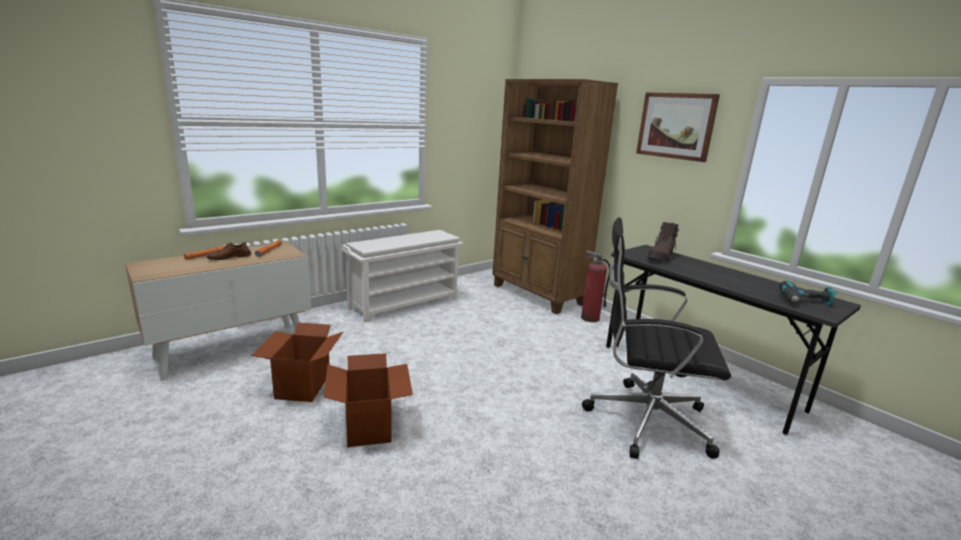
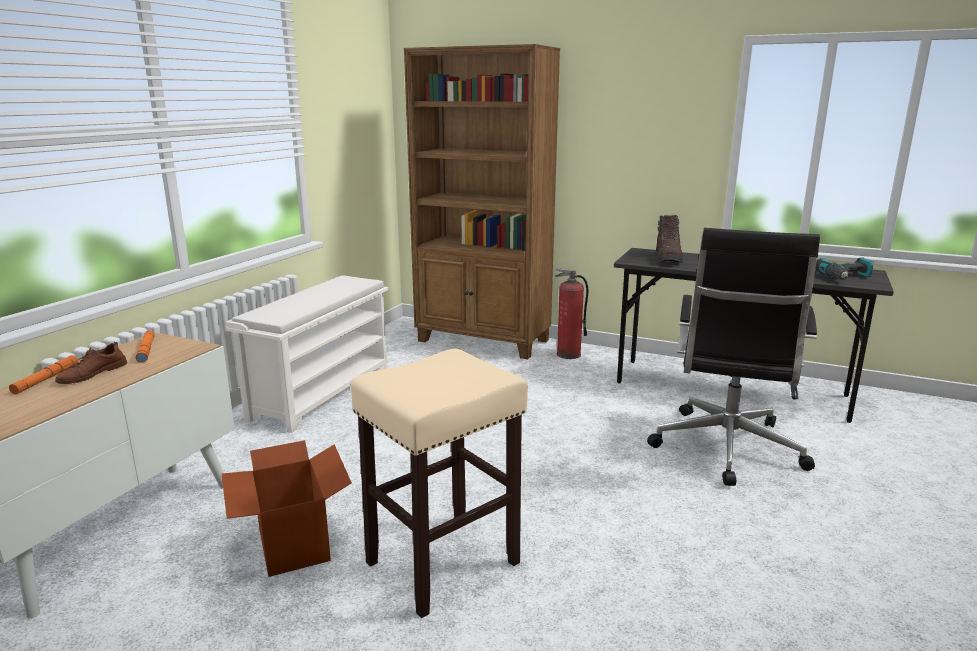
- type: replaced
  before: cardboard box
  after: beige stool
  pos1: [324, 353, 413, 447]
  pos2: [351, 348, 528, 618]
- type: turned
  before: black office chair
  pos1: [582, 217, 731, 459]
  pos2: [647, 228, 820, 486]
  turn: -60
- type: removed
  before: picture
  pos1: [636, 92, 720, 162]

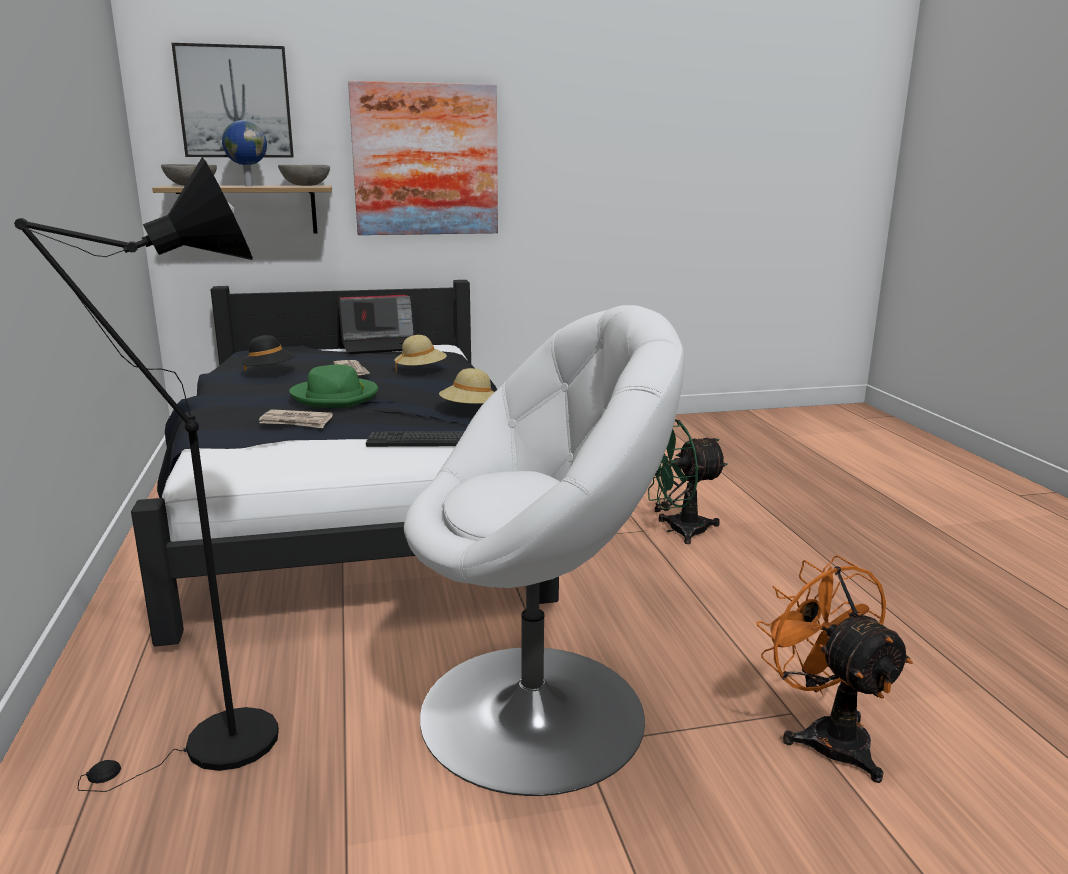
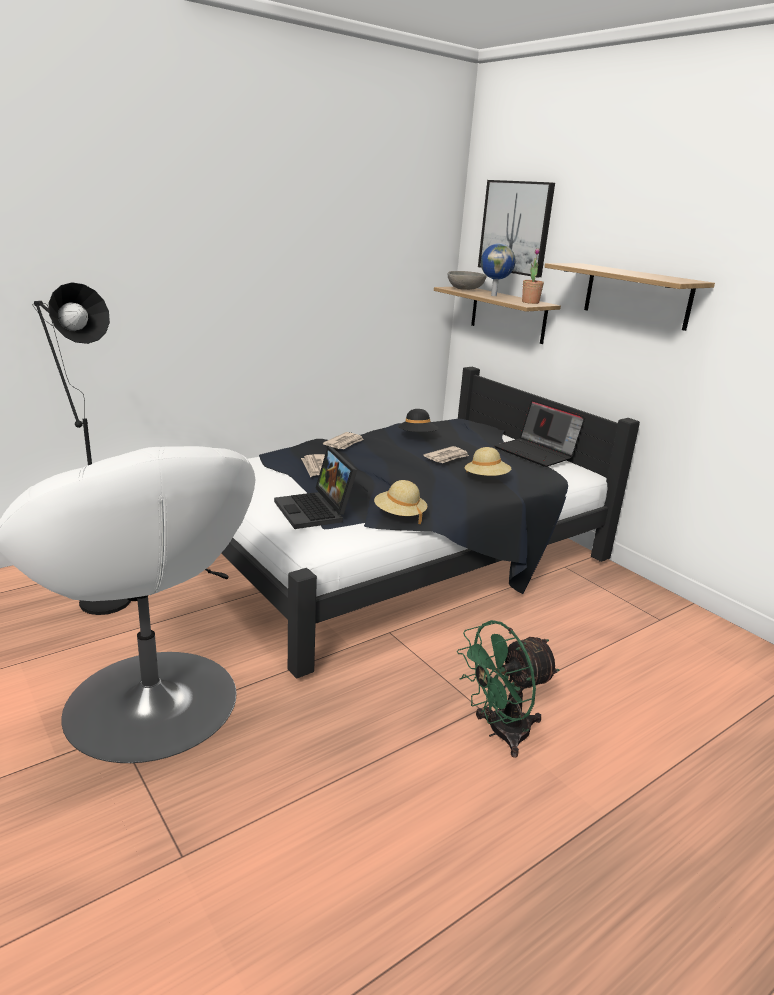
- type: replaced
  before: grey bowl
  after: potted plant
  pos1: [278, 165, 330, 186]
  pos2: [522, 248, 544, 304]
- type: removed
  before: green hat
  pos1: [289, 364, 378, 408]
- type: replaced
  before: picture
  after: shelf
  pos1: [348, 81, 498, 235]
  pos2: [544, 263, 715, 331]
- type: replaced
  before: keyboard
  after: laptop
  pos1: [366, 431, 465, 447]
  pos2: [274, 446, 357, 529]
- type: turned
  before: green fan
  pos1: [648, 419, 728, 544]
  pos2: [457, 620, 560, 758]
  turn: -75
- type: removed
  before: orange fan
  pos1: [757, 555, 913, 783]
- type: added
  after: newspaper
  pos2: [323, 432, 364, 449]

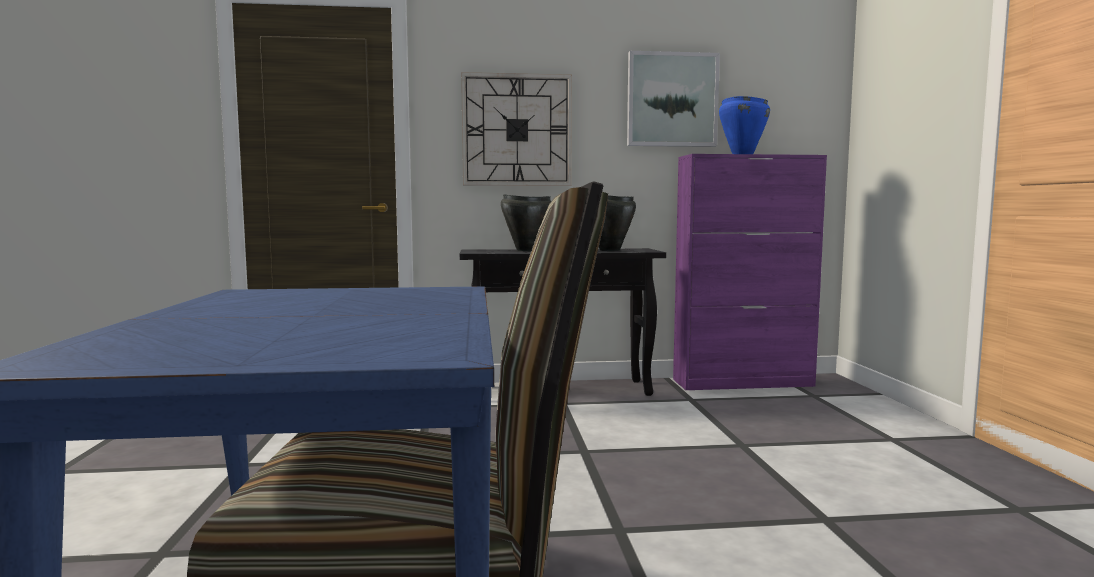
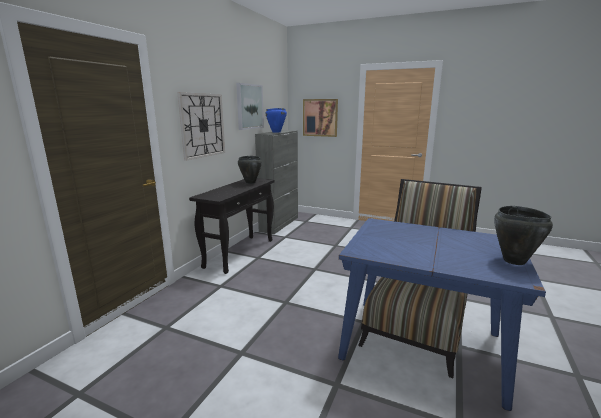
- type: moved
  before: black cooking pot
  pos1: [501, 194, 551, 251]
  pos2: [494, 206, 553, 265]
- type: recoloured
  before: purple cabinet
  after: grey cabinet
  pos1: [673, 154, 827, 390]
  pos2: [255, 130, 298, 234]
- type: added
  after: picture
  pos2: [303, 99, 338, 137]

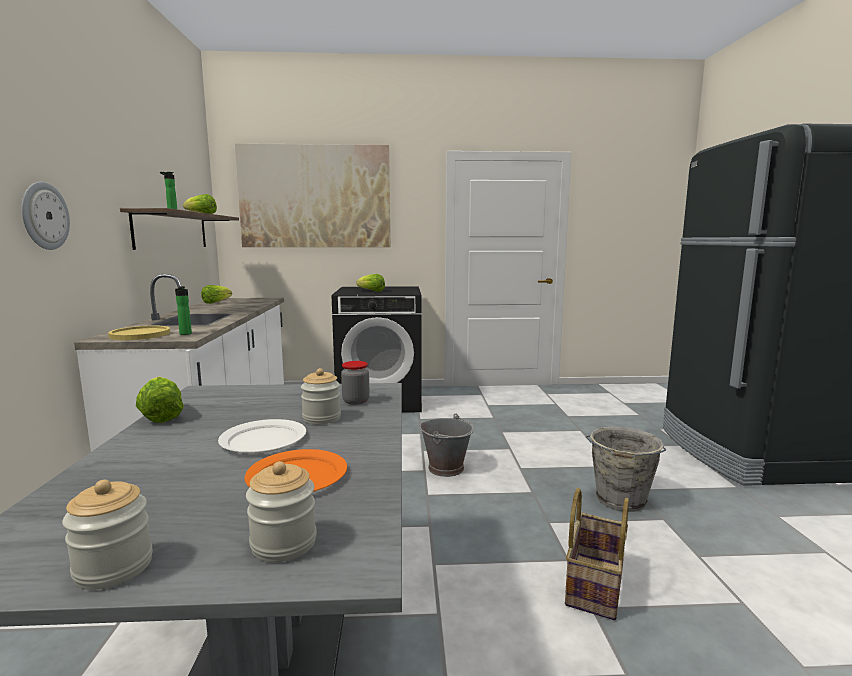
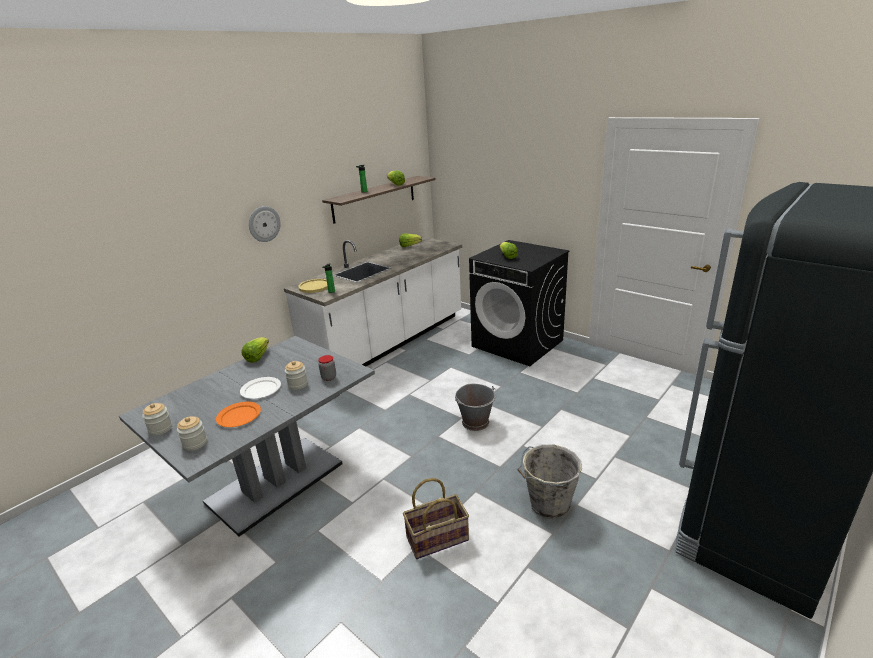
- type: removed
  before: picture
  pos1: [235, 143, 390, 247]

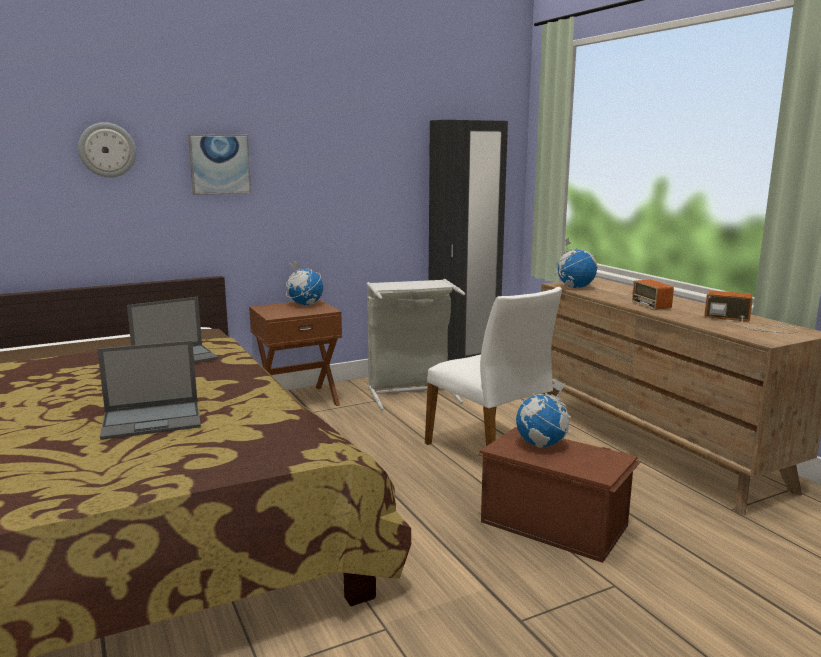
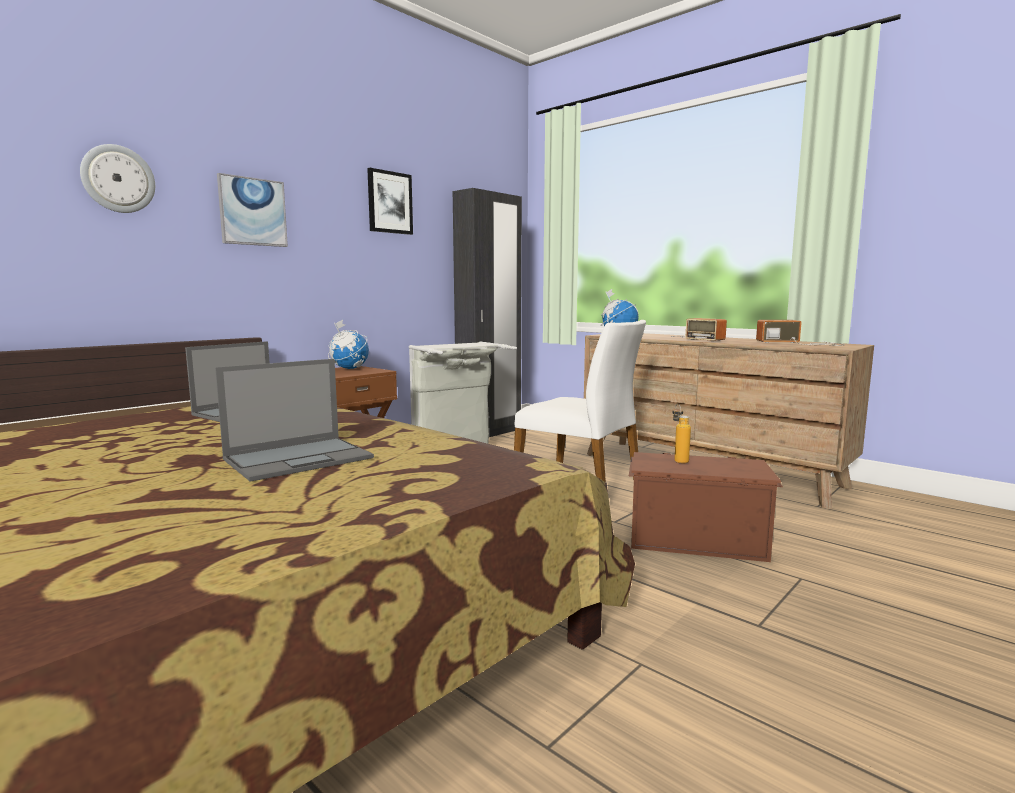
- type: replaced
  before: globe
  after: bottle
  pos1: [516, 379, 571, 448]
  pos2: [672, 404, 691, 464]
- type: added
  after: picture
  pos2: [367, 168, 413, 235]

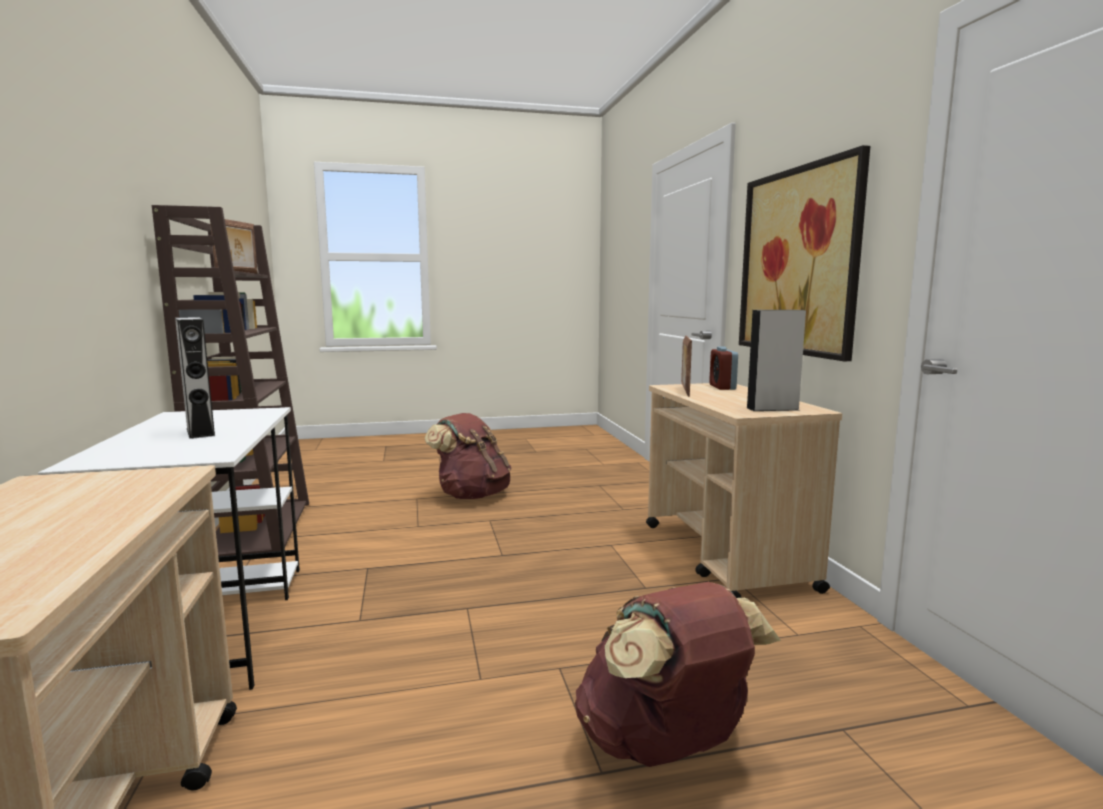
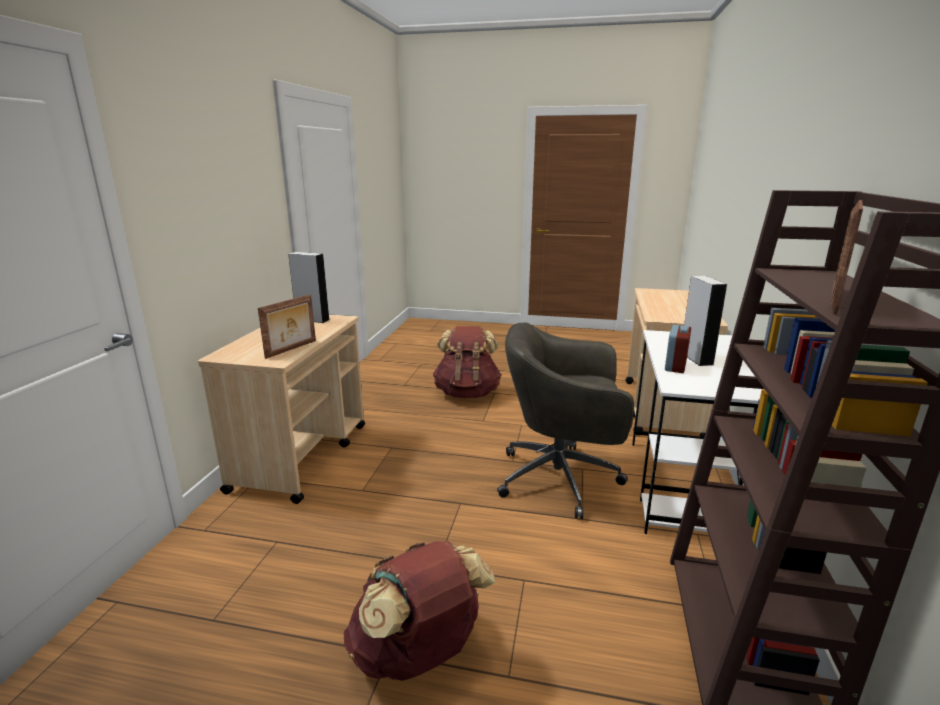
- type: moved
  before: alarm clock
  pos1: [709, 346, 738, 390]
  pos2: [665, 325, 691, 373]
- type: removed
  before: picture
  pos1: [739, 145, 870, 361]
- type: added
  after: grey office chair
  pos2: [497, 323, 634, 519]

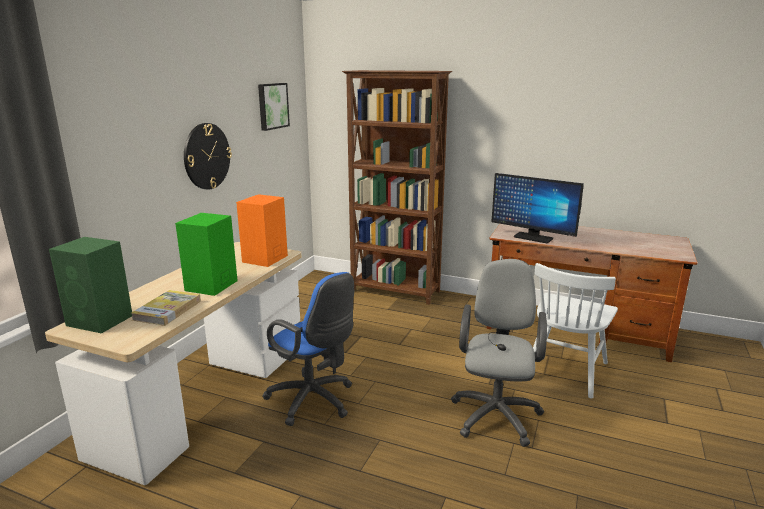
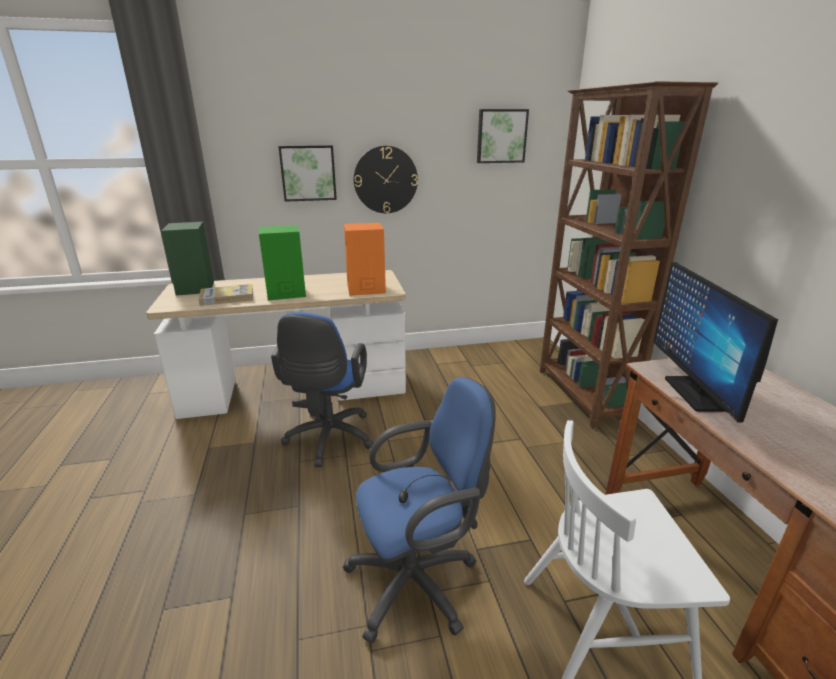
- type: recoloured
  before: grey office chair
  after: blue office chair
  pos1: [451, 259, 547, 447]
  pos2: [343, 377, 496, 644]
- type: added
  after: picture
  pos2: [278, 145, 337, 202]

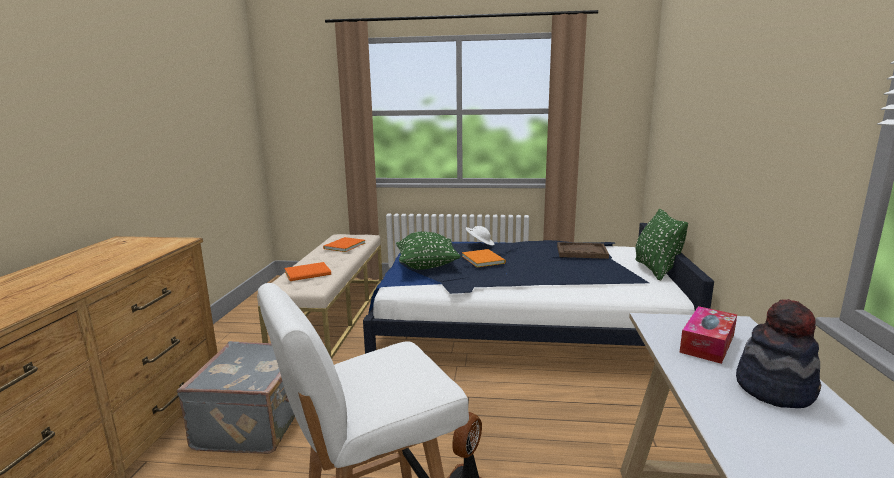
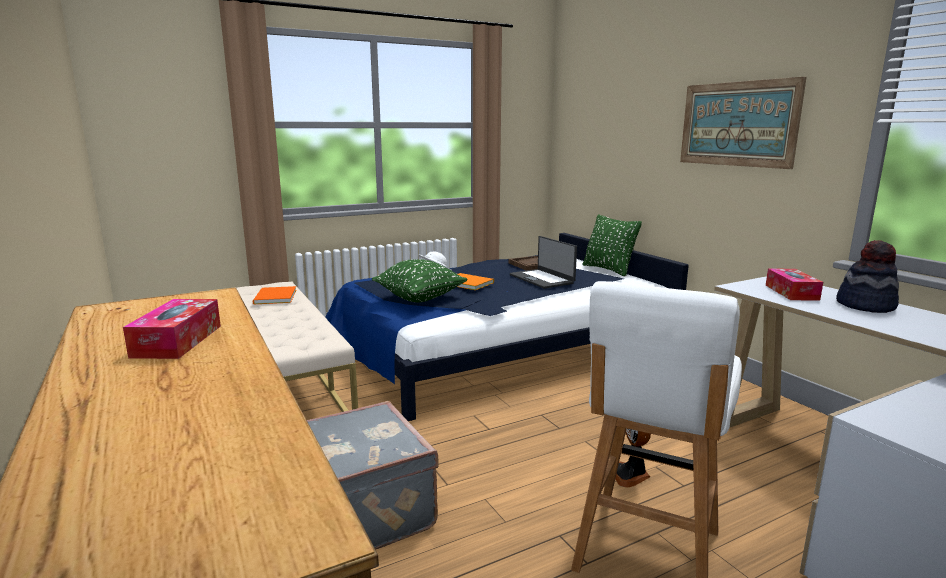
- type: removed
  before: orange book
  pos1: [284, 262, 331, 281]
- type: added
  after: tissue box
  pos2: [123, 299, 221, 359]
- type: added
  after: laptop
  pos2: [510, 236, 577, 289]
- type: added
  after: picture
  pos2: [680, 77, 807, 169]

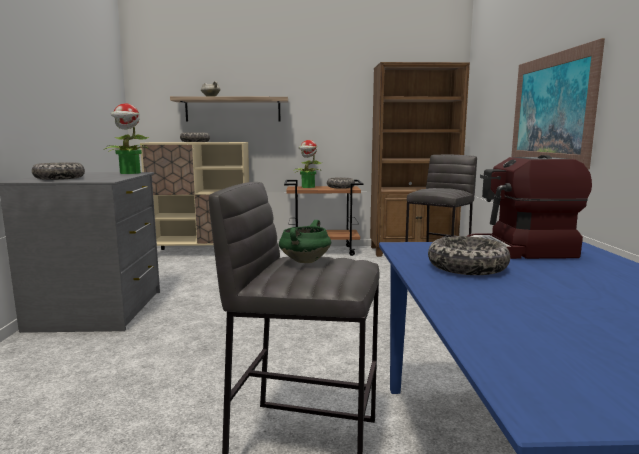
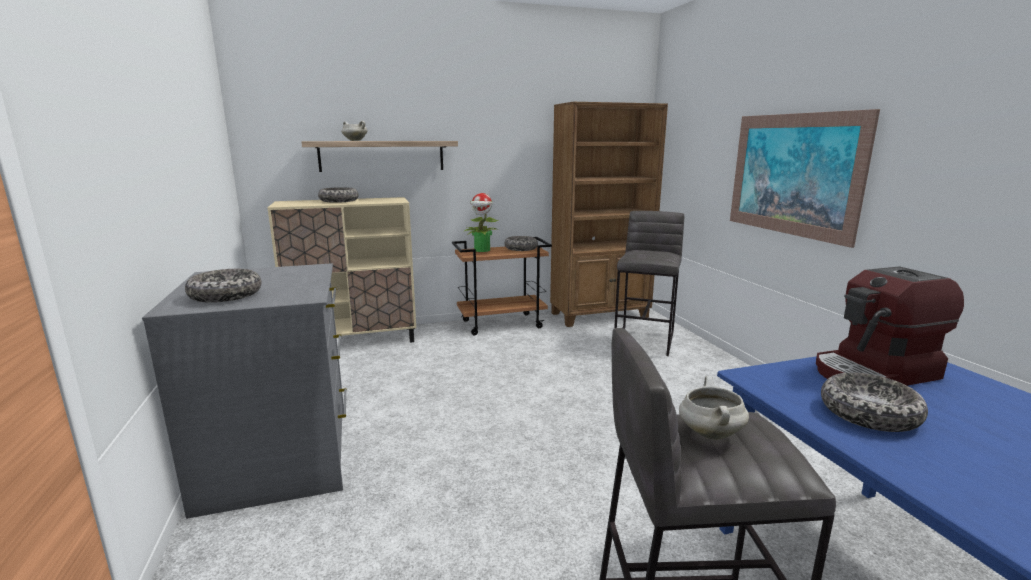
- type: removed
  before: potted plant
  pos1: [104, 103, 149, 174]
- type: recoloured
  before: green cooking pot
  after: white cooking pot
  pos1: [279, 220, 331, 263]
  pos2: [679, 376, 749, 440]

